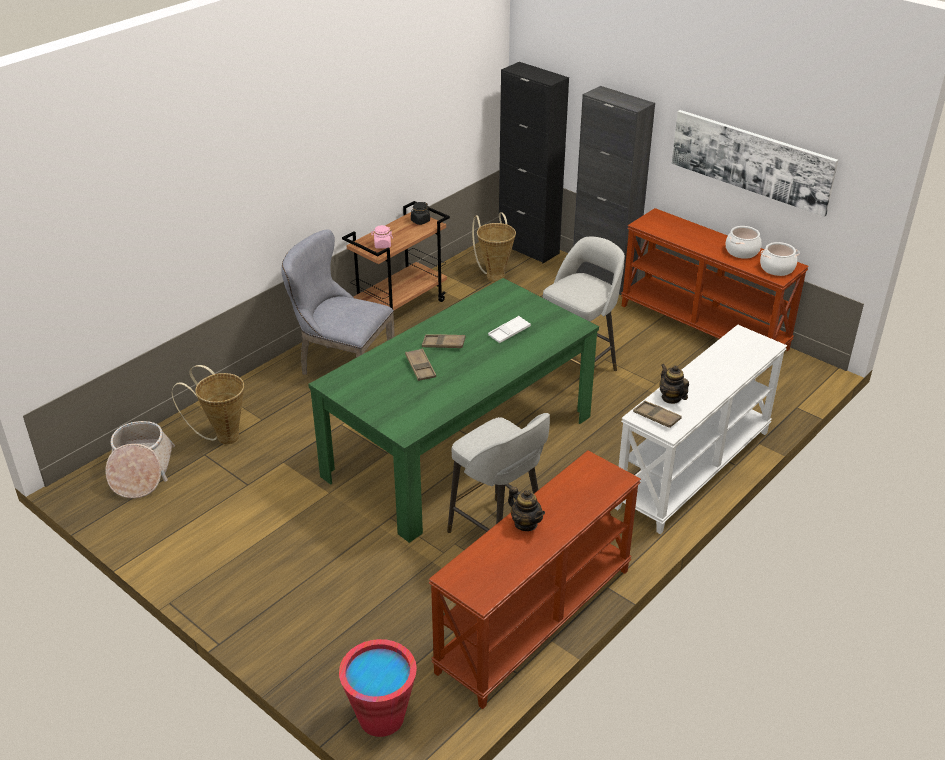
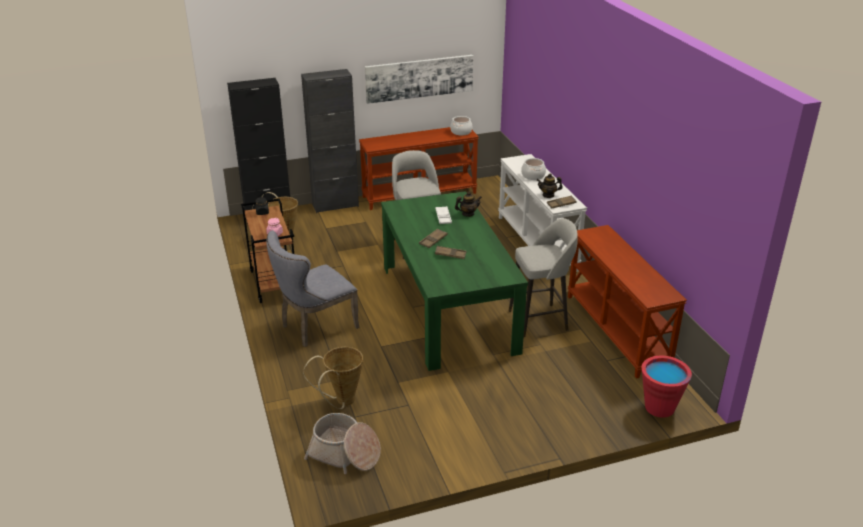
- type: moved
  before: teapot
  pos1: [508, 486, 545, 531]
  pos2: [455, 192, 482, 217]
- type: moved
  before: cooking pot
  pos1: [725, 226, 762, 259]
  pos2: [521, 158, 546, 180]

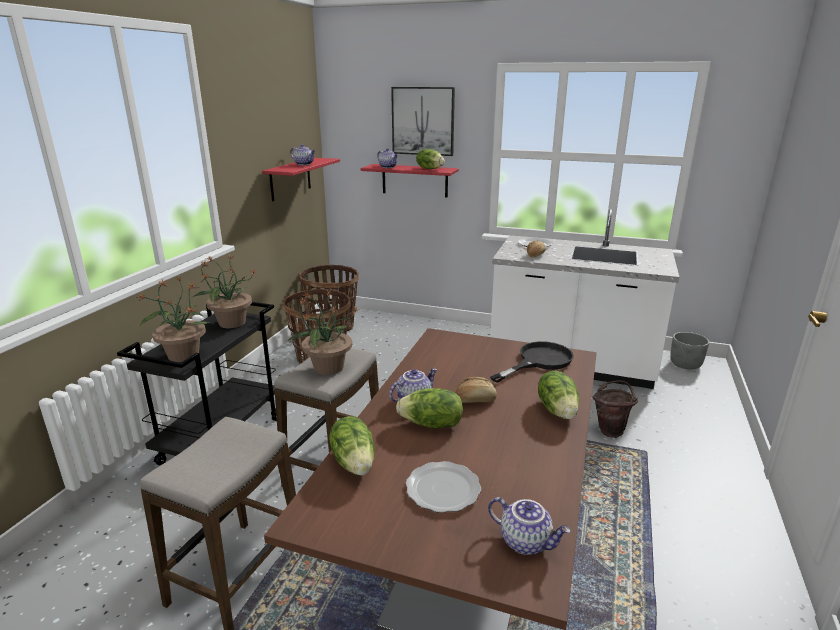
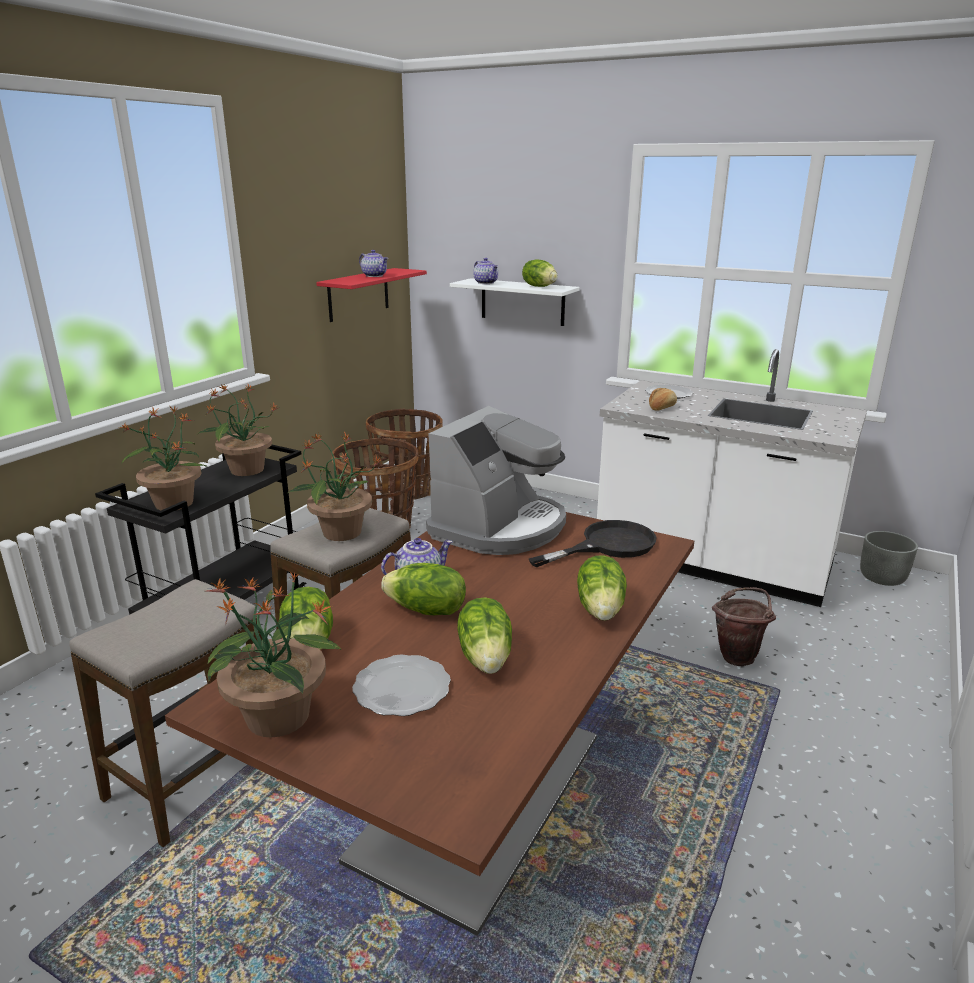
- type: recoloured
  before: red shelf
  after: white shelf
  pos1: [360, 164, 459, 197]
  pos2: [450, 278, 580, 326]
- type: removed
  before: picture
  pos1: [391, 87, 455, 156]
- type: removed
  before: bread
  pos1: [455, 377, 497, 403]
- type: removed
  before: teapot
  pos1: [488, 497, 571, 555]
- type: added
  after: potted plant
  pos2: [207, 572, 342, 738]
- type: added
  after: coffee machine
  pos2: [426, 406, 566, 555]
- type: added
  after: lettuce
  pos2: [457, 597, 512, 674]

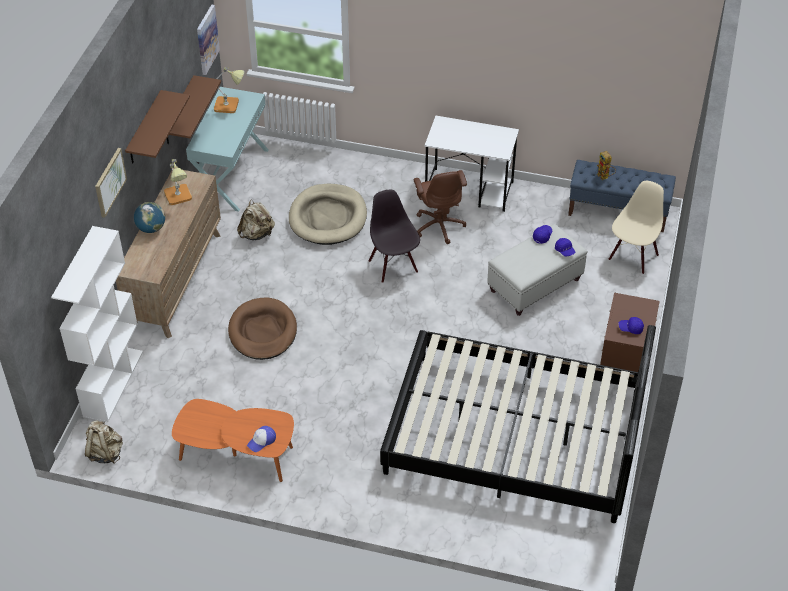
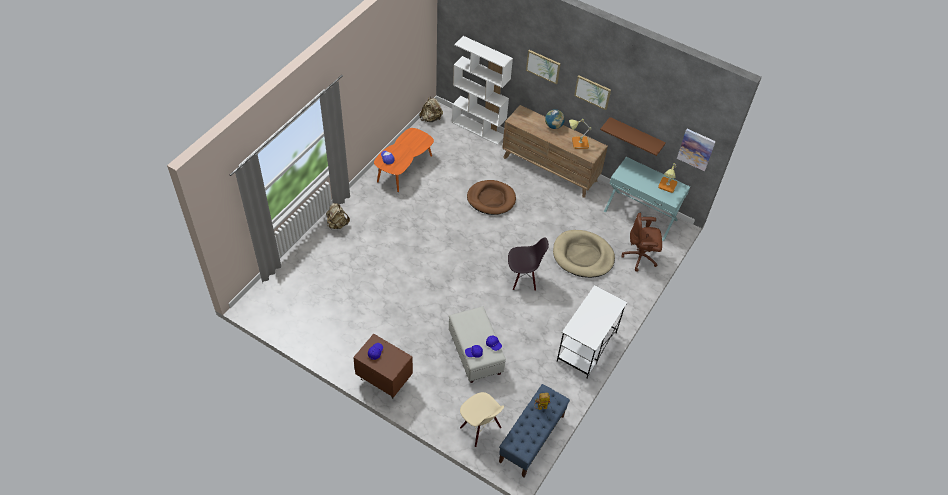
- type: replaced
  before: brown shelf
  after: picture
  pos1: [125, 90, 190, 164]
  pos2: [574, 75, 611, 110]
- type: moved
  before: beige backpack
  pos1: [237, 200, 275, 240]
  pos2: [326, 203, 350, 229]
- type: removed
  before: black bed
  pos1: [380, 325, 656, 523]
- type: moved
  before: brown office chair
  pos1: [414, 170, 467, 244]
  pos2: [621, 212, 662, 272]

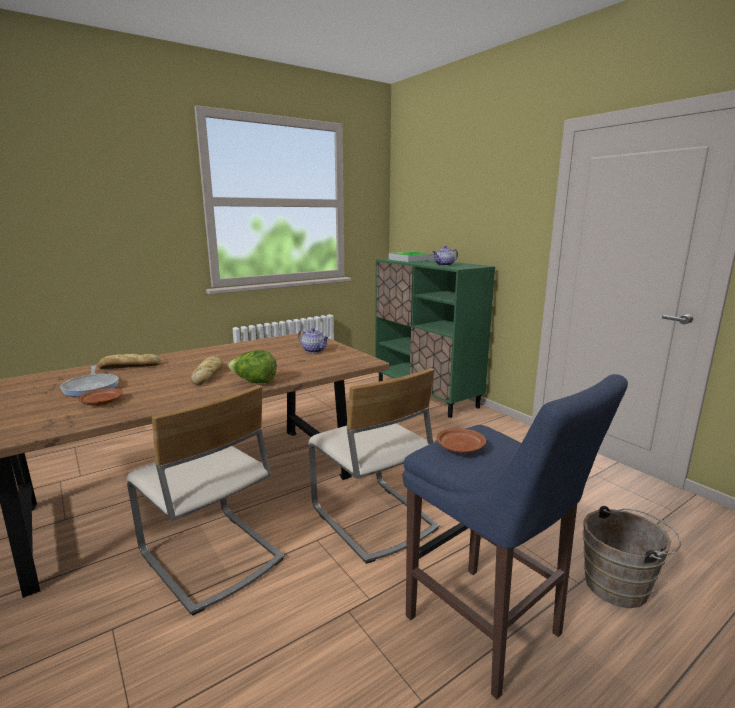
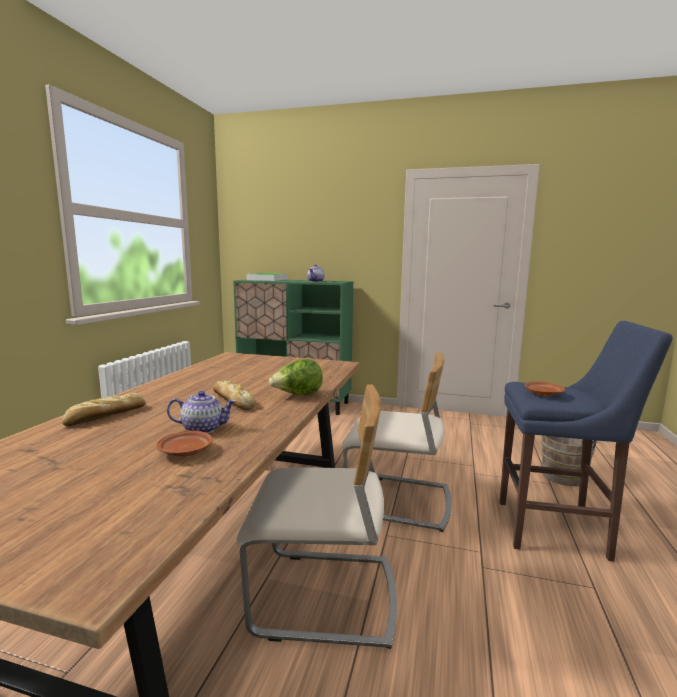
- type: removed
  before: frying pan
  pos1: [60, 366, 119, 397]
- type: moved
  before: teapot
  pos1: [298, 328, 329, 353]
  pos2: [167, 391, 236, 433]

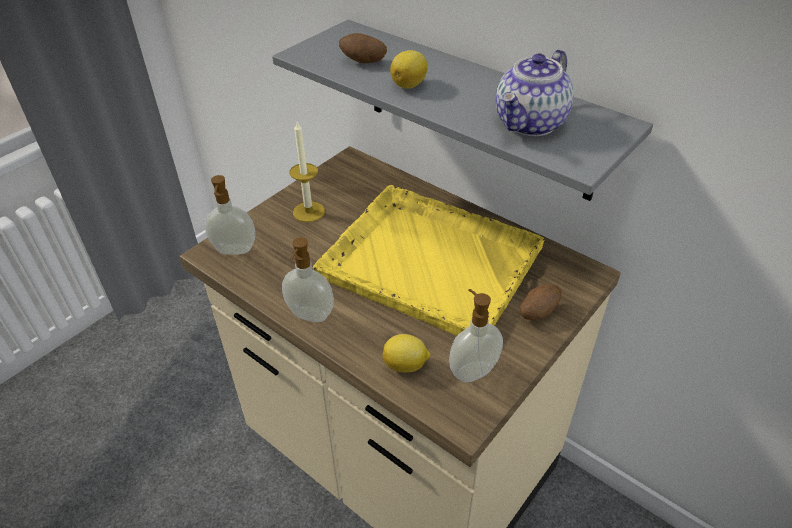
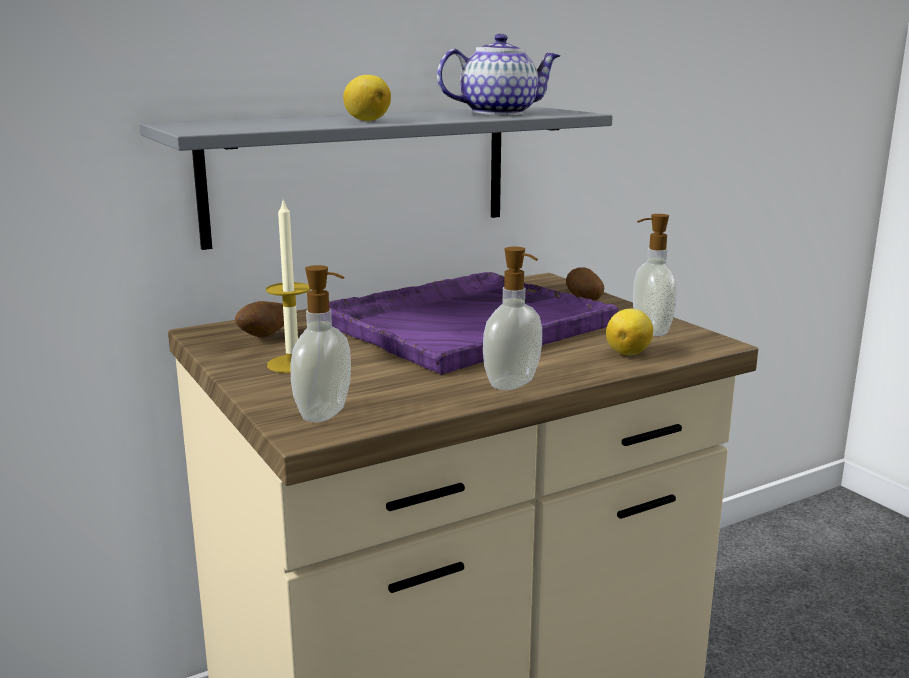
- type: recoloured
  before: yellow tray
  after: purple tray
  pos1: [313, 185, 545, 336]
  pos2: [329, 272, 618, 375]
- type: moved
  before: potato
  pos1: [339, 33, 387, 63]
  pos2: [235, 301, 284, 337]
- type: turned
  before: teapot
  pos1: [496, 49, 574, 136]
  pos2: [437, 34, 560, 115]
  turn: -75

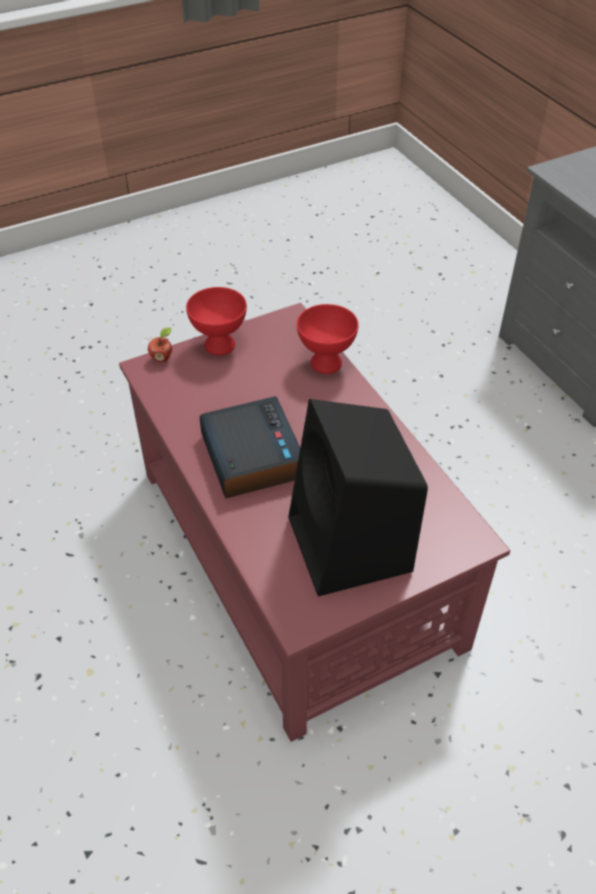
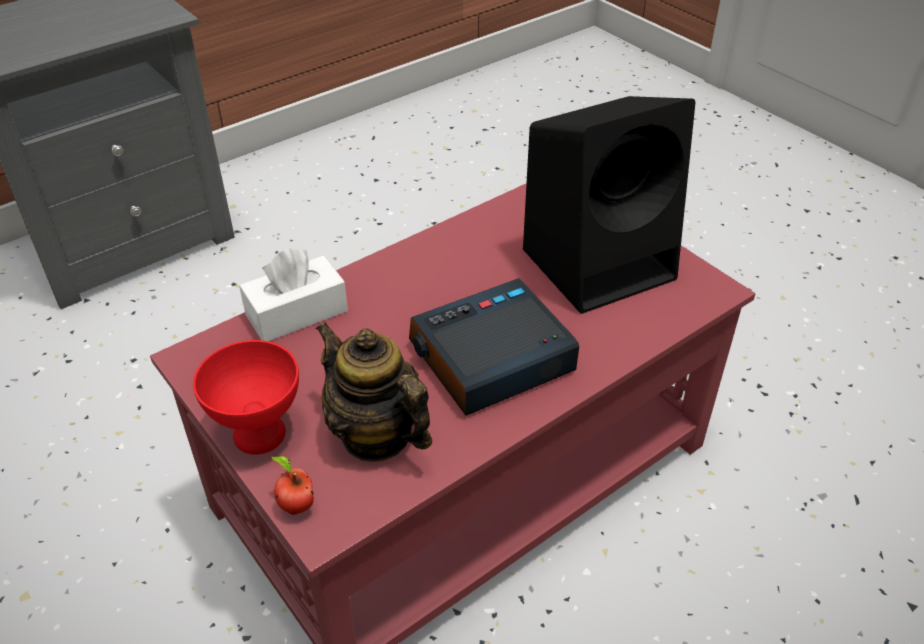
- type: replaced
  before: red bowl
  after: white tissue box
  pos1: [297, 304, 358, 374]
  pos2: [239, 248, 348, 341]
- type: added
  after: teapot
  pos2: [316, 322, 432, 462]

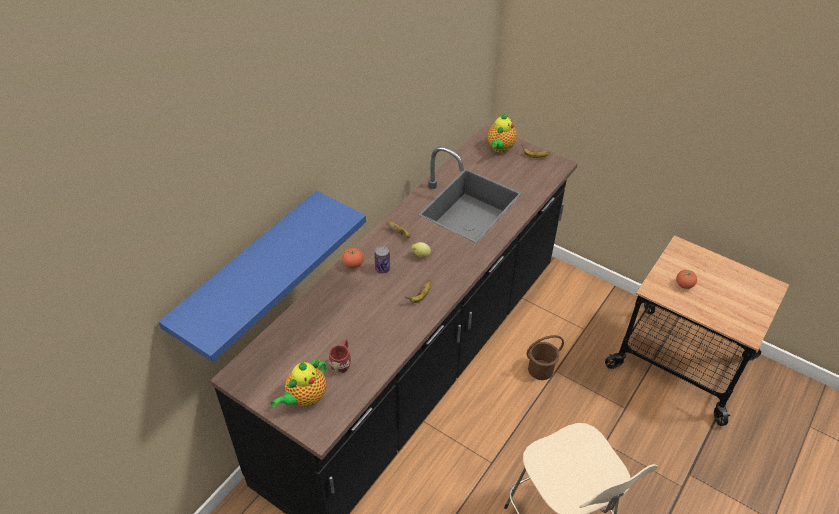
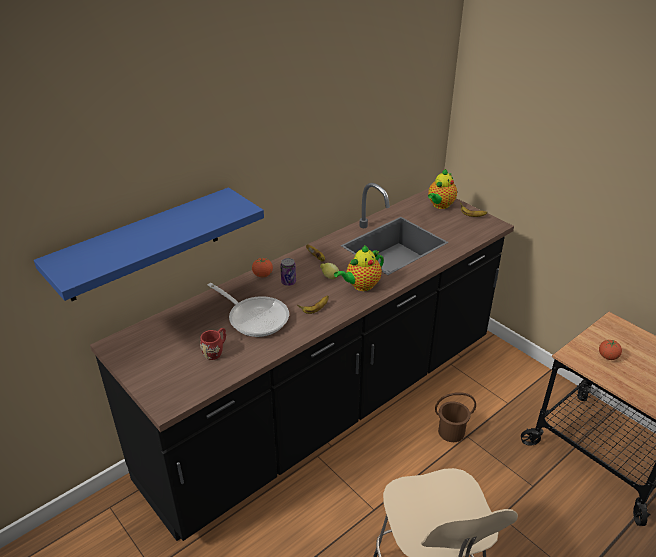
- type: moved
  before: teapot
  pos1: [271, 359, 327, 408]
  pos2: [334, 245, 384, 291]
- type: added
  after: frying pan
  pos2: [208, 283, 289, 337]

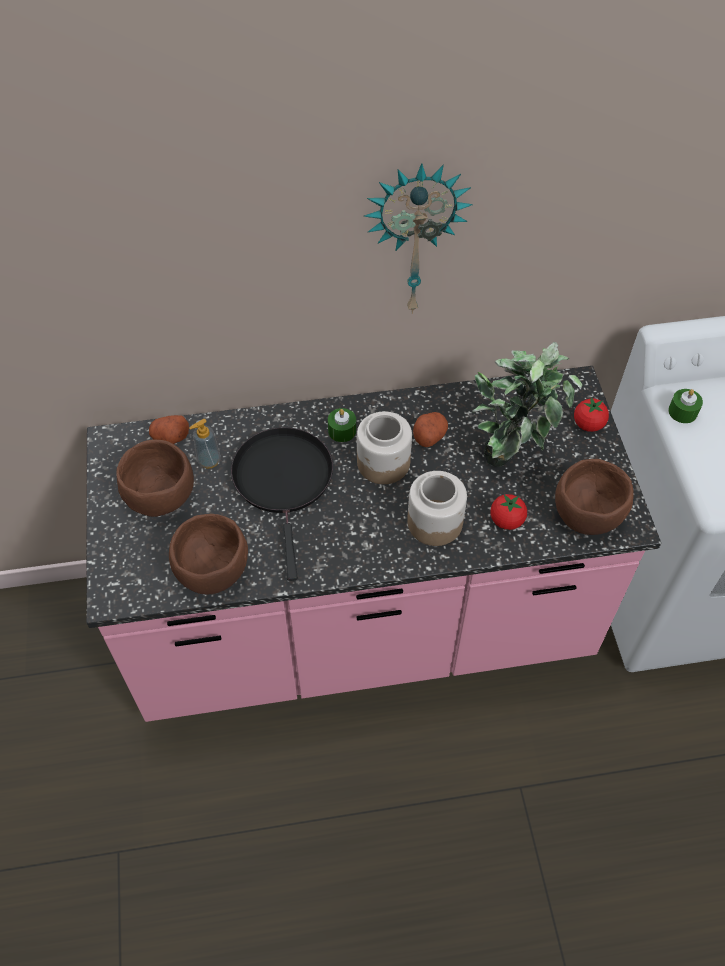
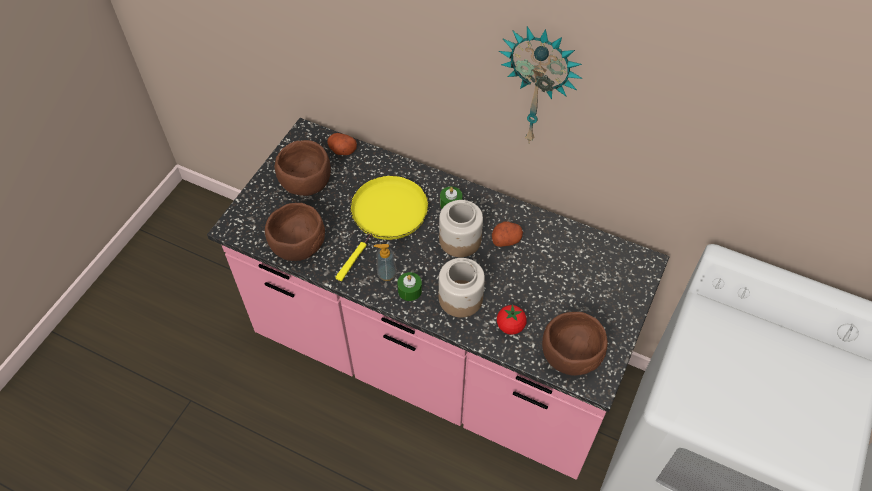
- type: moved
  before: soap dispenser
  pos1: [190, 419, 221, 468]
  pos2: [374, 244, 397, 281]
- type: recoloured
  before: black frying pan
  after: yellow frying pan
  pos1: [231, 427, 333, 581]
  pos2: [335, 175, 429, 281]
- type: removed
  before: potted plant
  pos1: [472, 342, 583, 467]
- type: removed
  before: tomato
  pos1: [574, 398, 609, 432]
- type: moved
  before: green candle
  pos1: [668, 389, 703, 423]
  pos2: [397, 272, 422, 301]

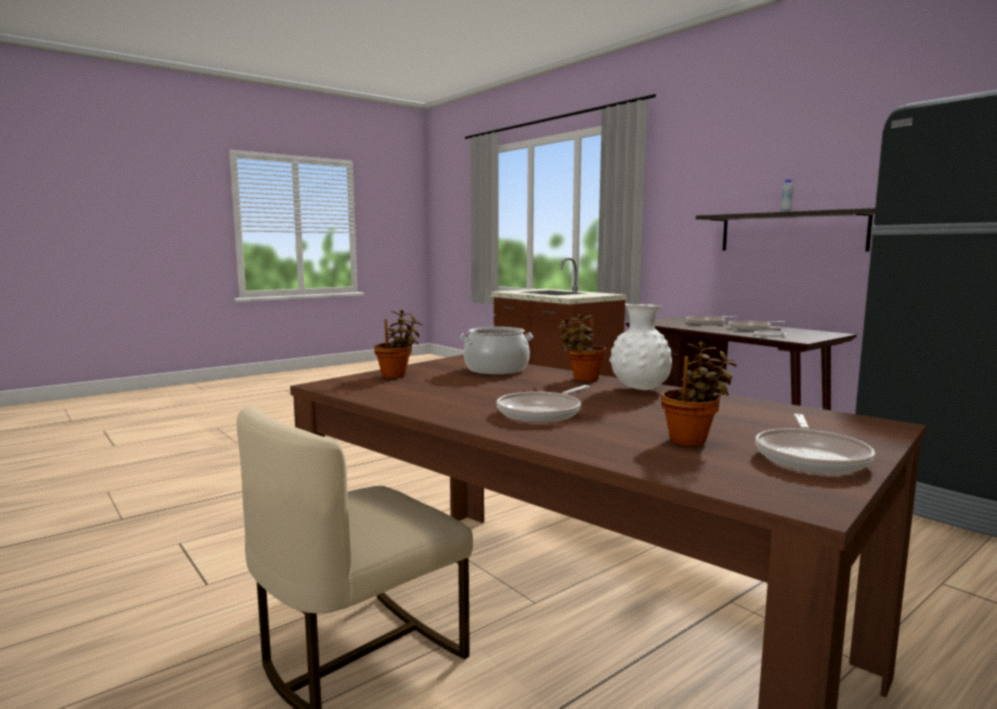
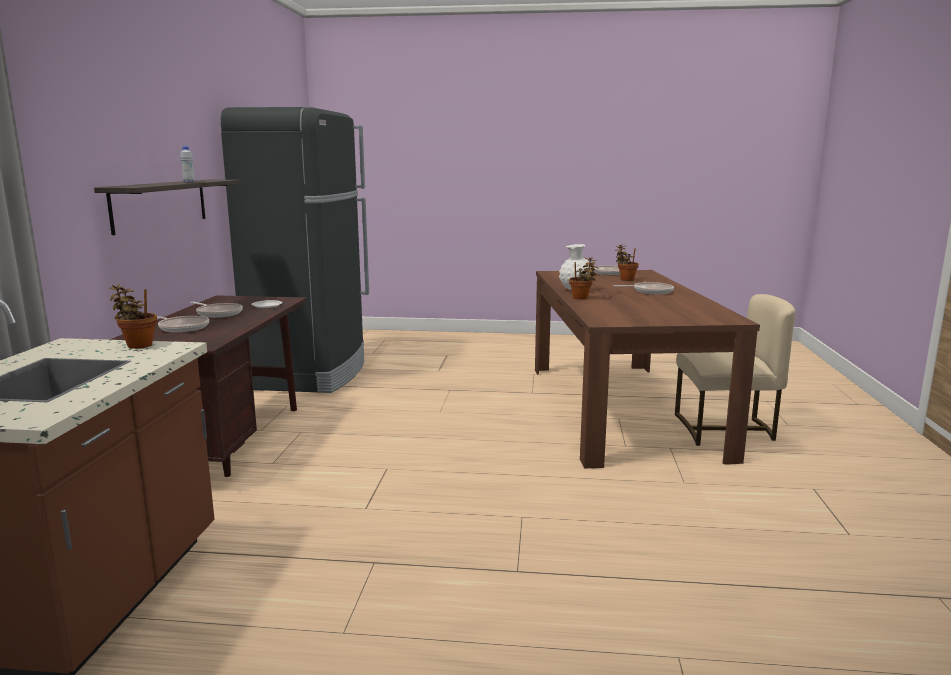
- type: moved
  before: potted plant
  pos1: [374, 310, 422, 378]
  pos2: [109, 284, 157, 349]
- type: removed
  before: cooking pot
  pos1: [460, 327, 533, 375]

